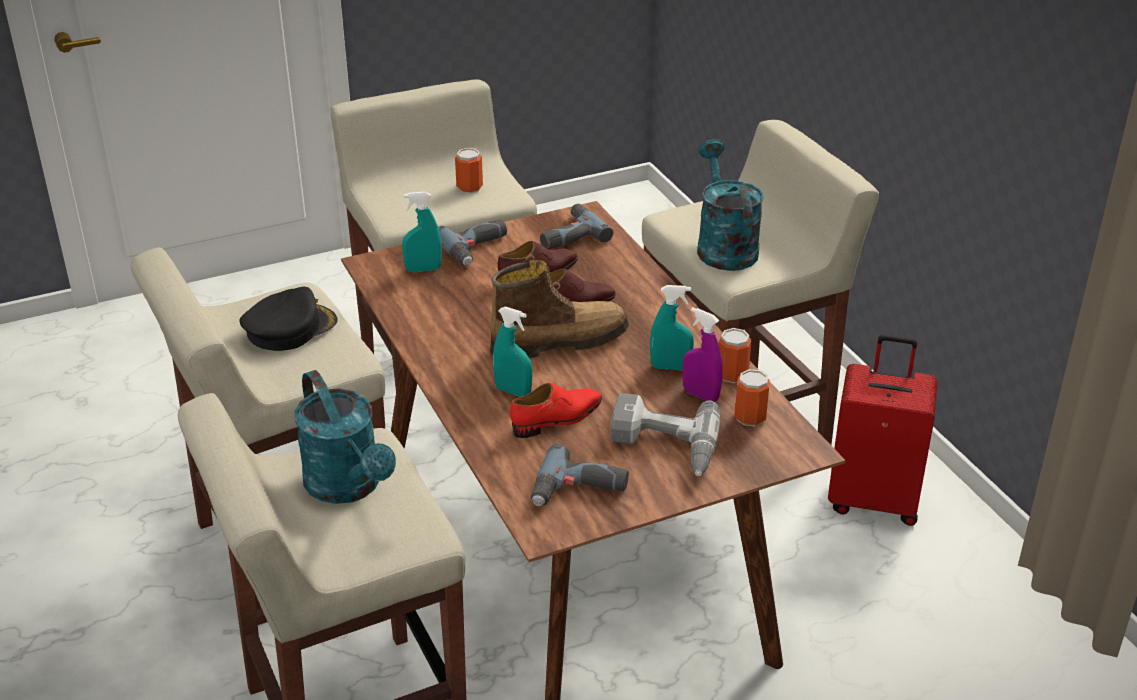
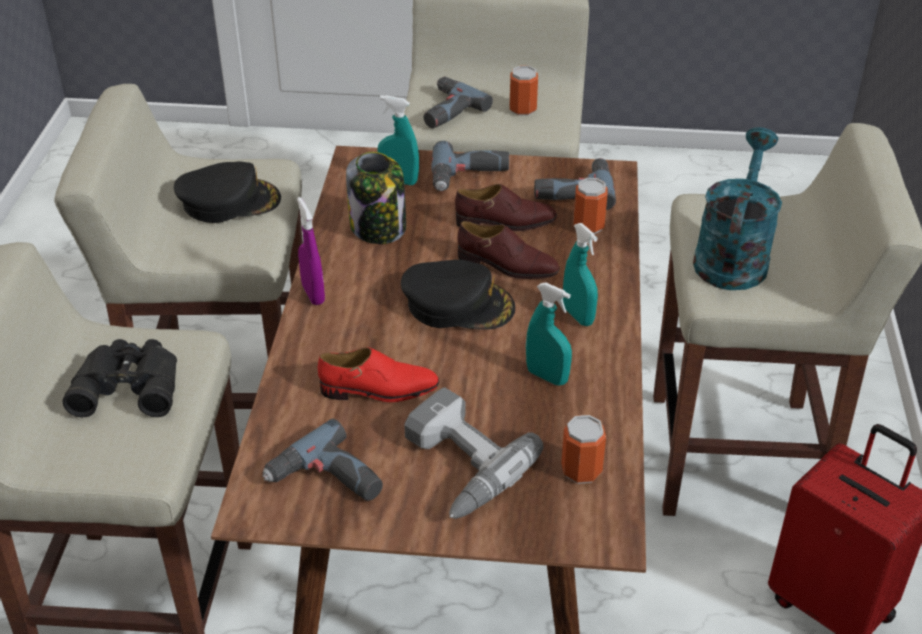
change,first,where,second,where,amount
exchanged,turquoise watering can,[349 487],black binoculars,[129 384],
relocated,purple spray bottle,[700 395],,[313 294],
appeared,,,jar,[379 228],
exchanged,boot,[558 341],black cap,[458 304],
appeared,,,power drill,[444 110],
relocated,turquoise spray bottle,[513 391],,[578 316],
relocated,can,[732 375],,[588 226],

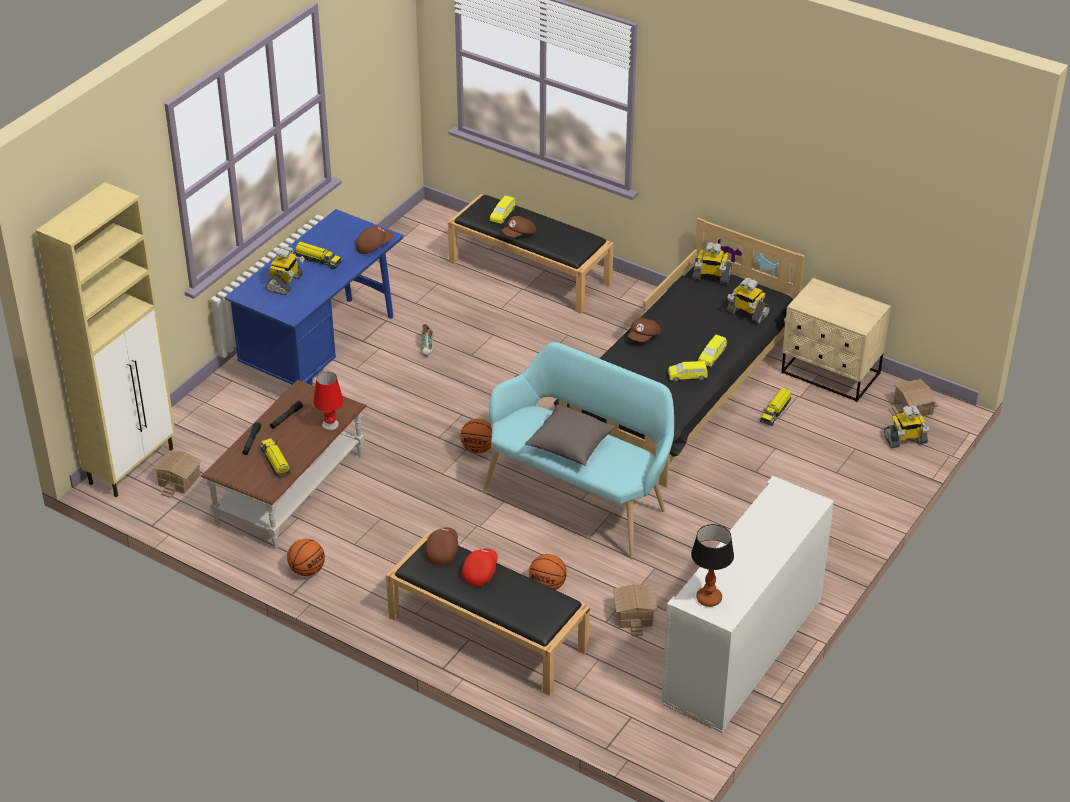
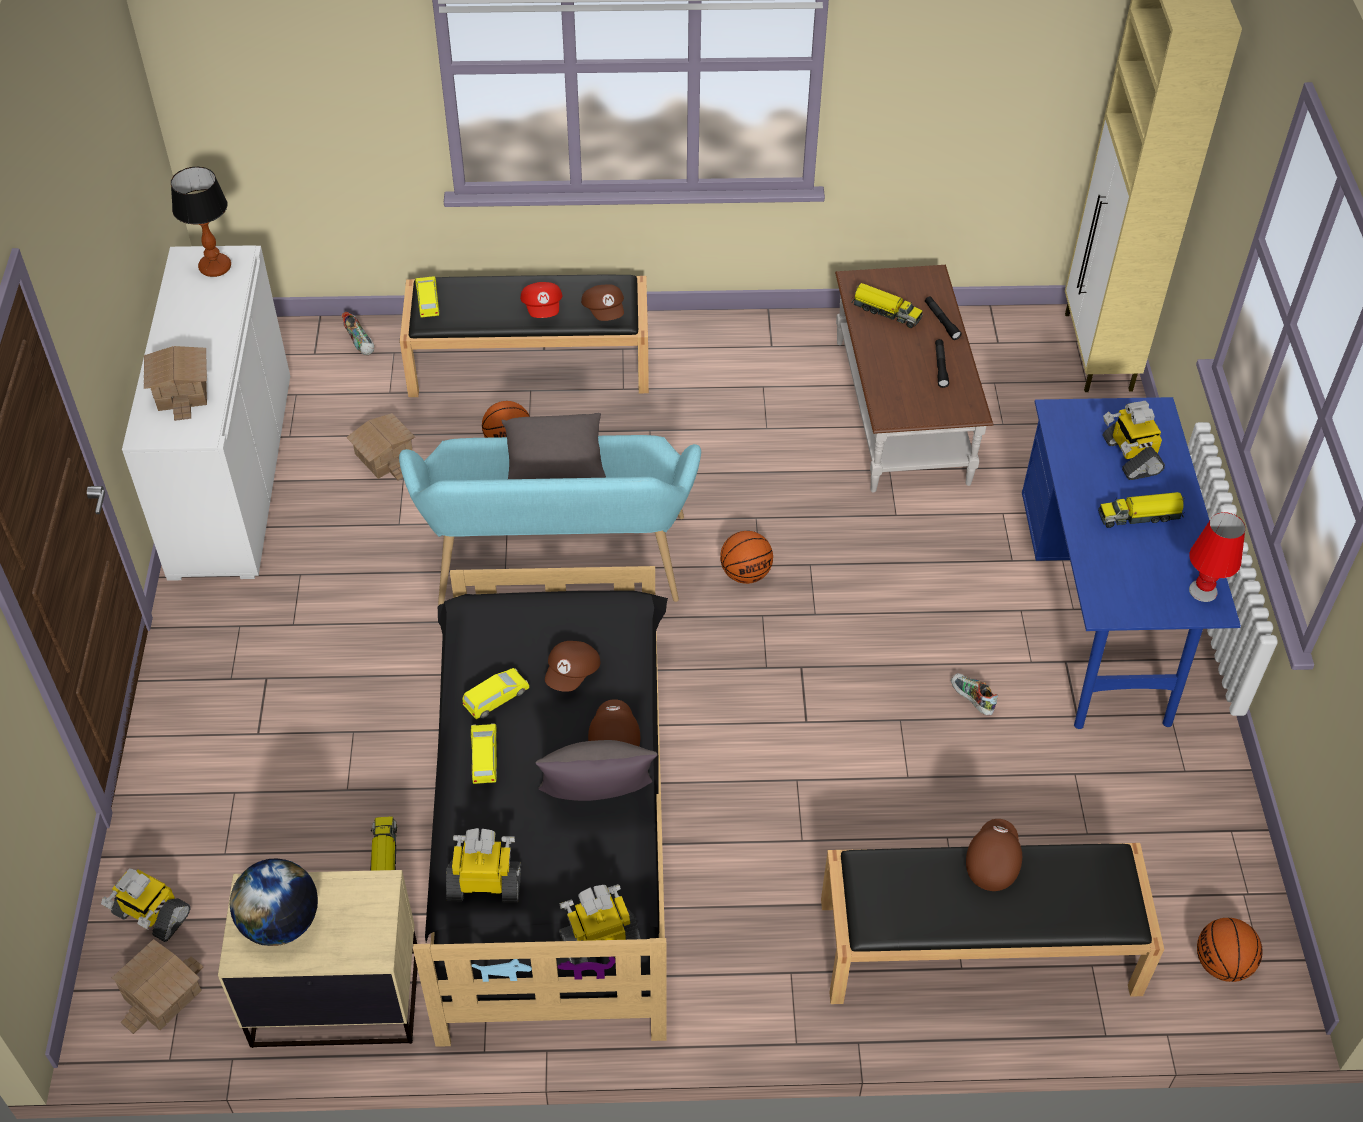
change,first,where,second,where,amount
spun,toy robot,[905 440],,[151 914],105 degrees counterclockwise
relocated,toy house,[178 480],,[183 391],
appeared,,,globe,[281 923],
appeared,,,shoe,[360 342],
relocated,yellow toy car,[502 215],,[428 302],
appeared,,,grey pillow,[598 801],
relocated,brown cap,[373 246],,[573 673],
relocated,red table lamp,[330 424],,[1203 591],
relocated,basketball,[307 570],,[1222 964],

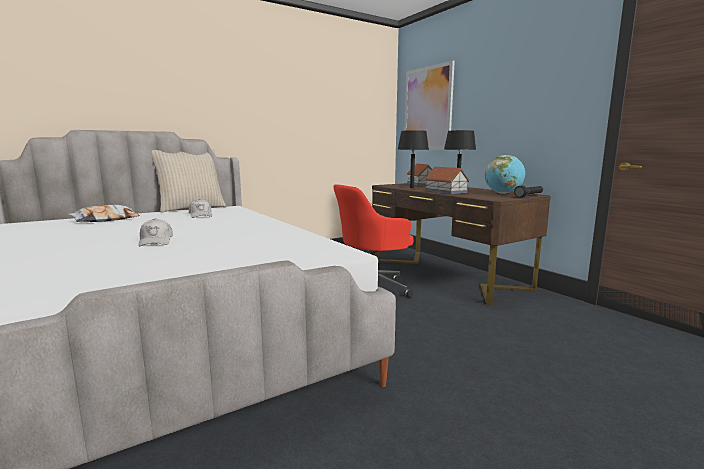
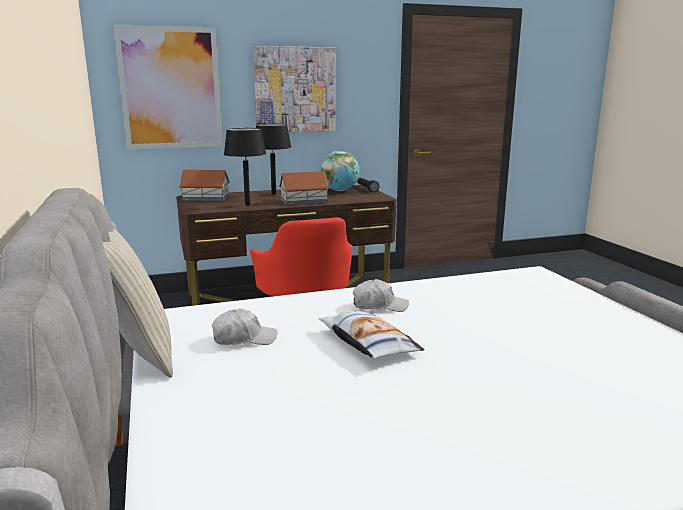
change,first,where,second,where,amount
appeared,,,picture,[295 90],
relocated,pillow,[106 220],,[368 343],
relocated,white cap,[156 241],,[379 305],

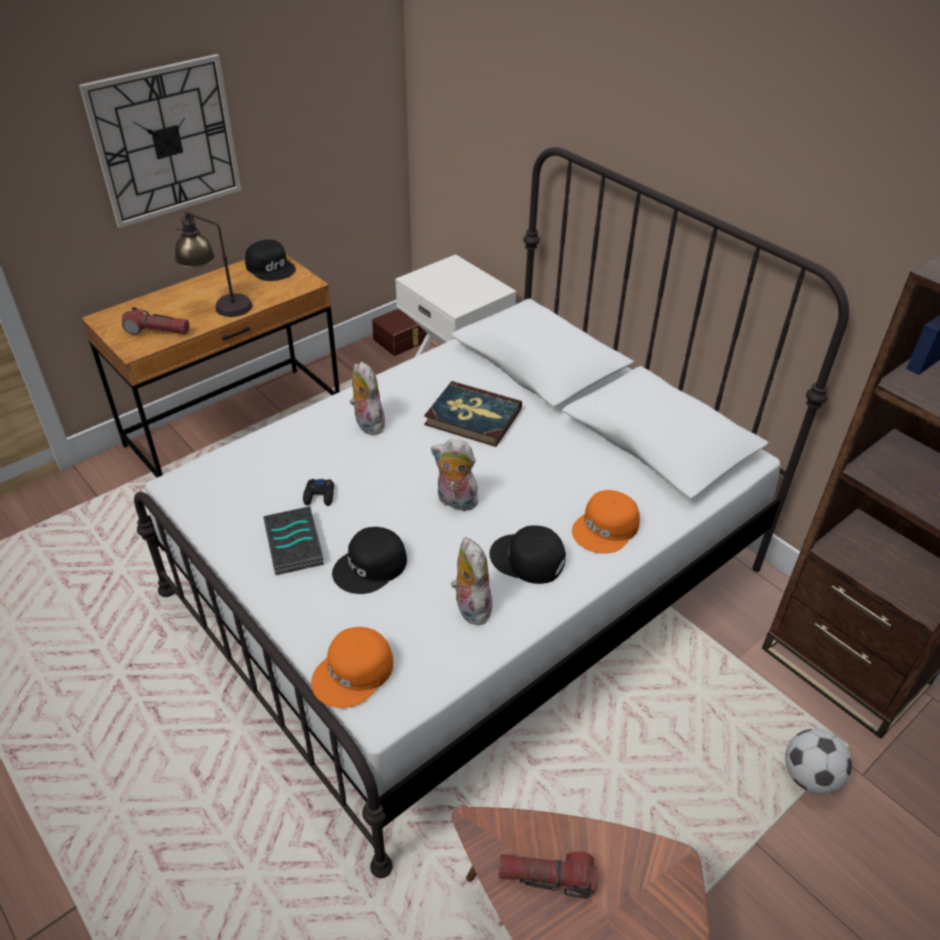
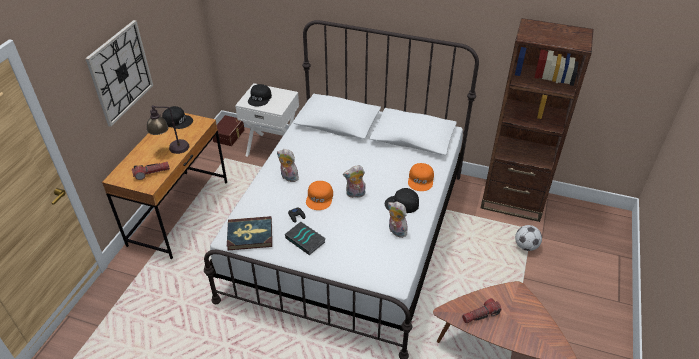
change,first,where,second,where,amount
relocated,book,[473 417],,[250 235],
relocated,black cap,[371 567],,[260 98],
relocated,orange cap,[354 673],,[320 198],

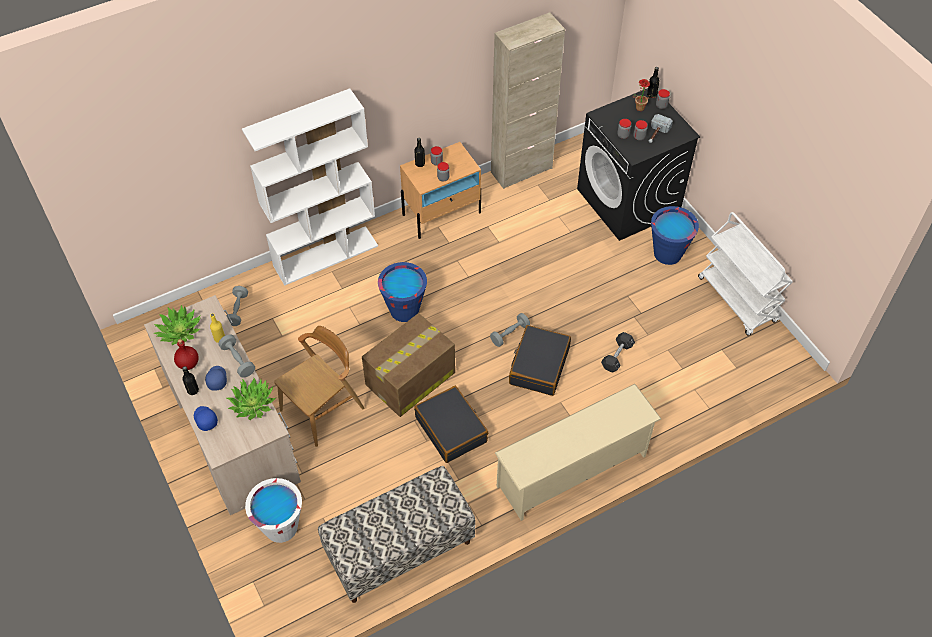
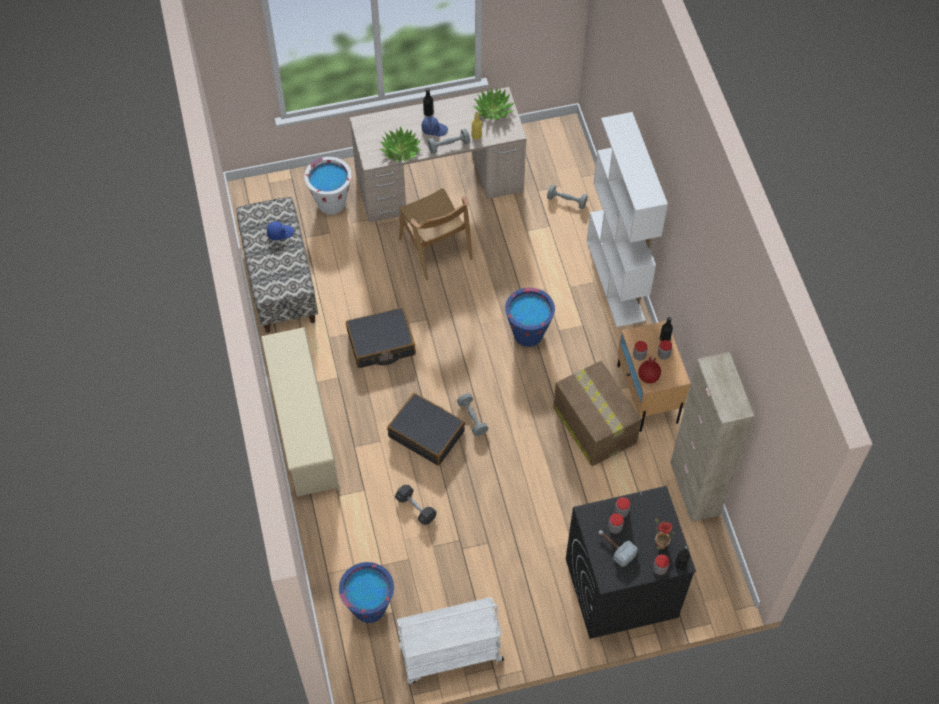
change,first,where,second,where,amount
relocated,blue cap,[205 419],,[280 232],
relocated,blue bucket,[667 253],,[369 607],
relocated,cardboard box,[409 379],,[593 424],
relocated,red bottle,[188 363],,[648 376],

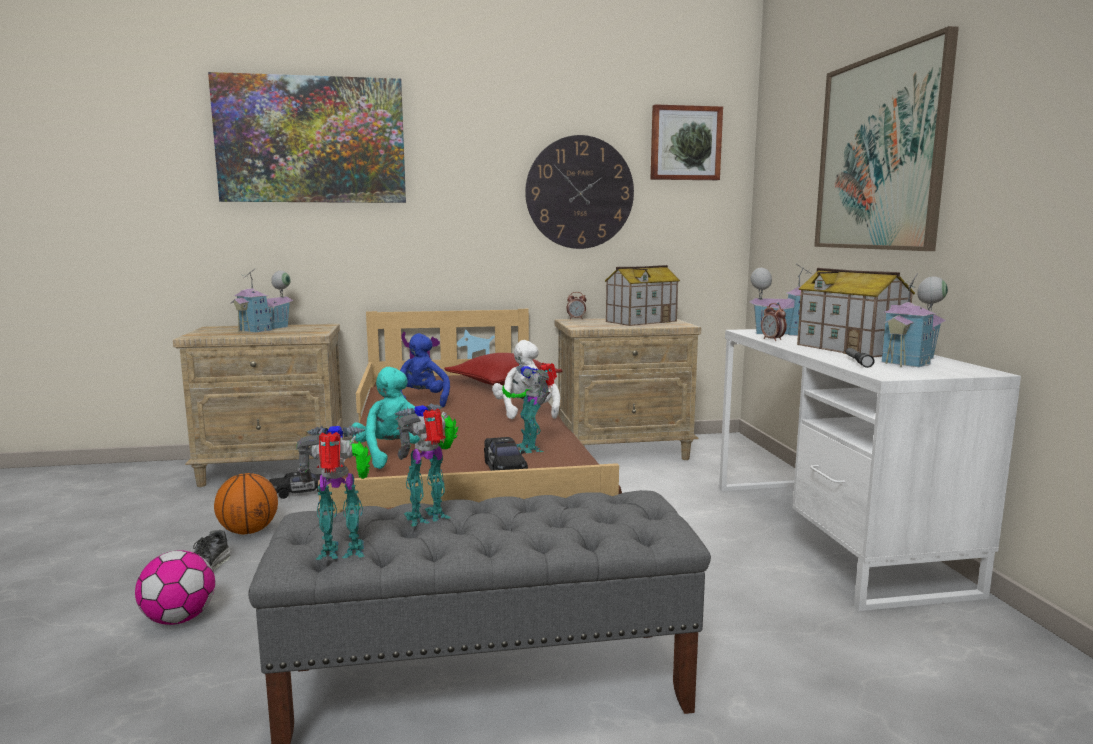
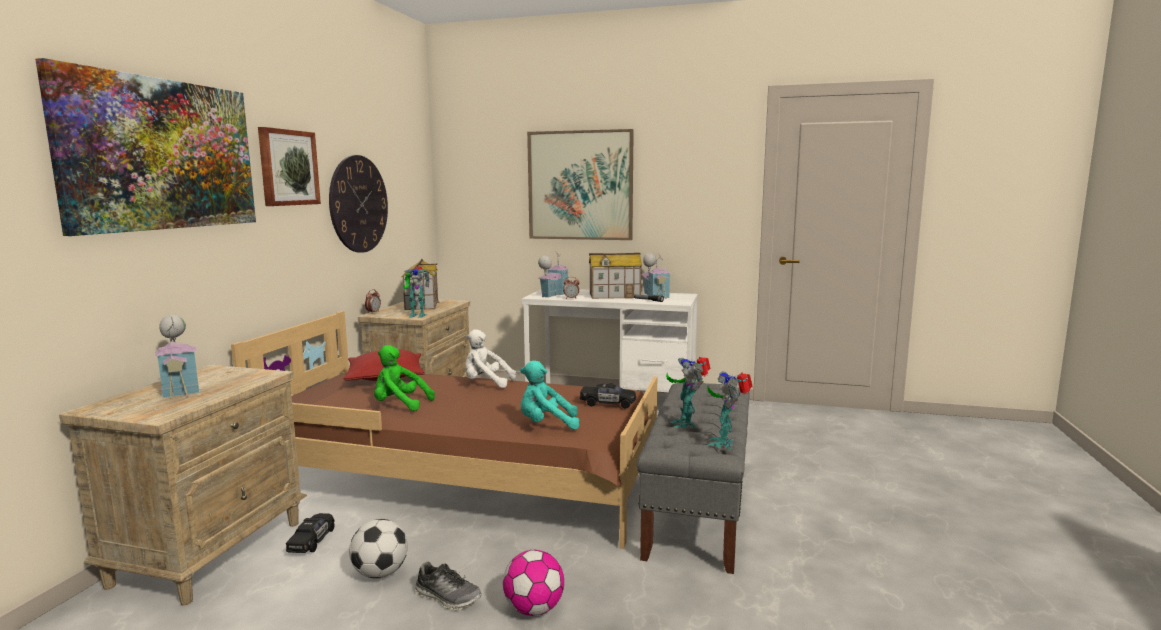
change,first,where,second,where,amount
relocated,picture,[685 143],,[288 167],
exchanged,basketball,[249 531],football,[380 573],
colour,blue plush toy,[420 401],green plush toy,[399 405],
relocated,toy robot,[529 448],,[417 315],

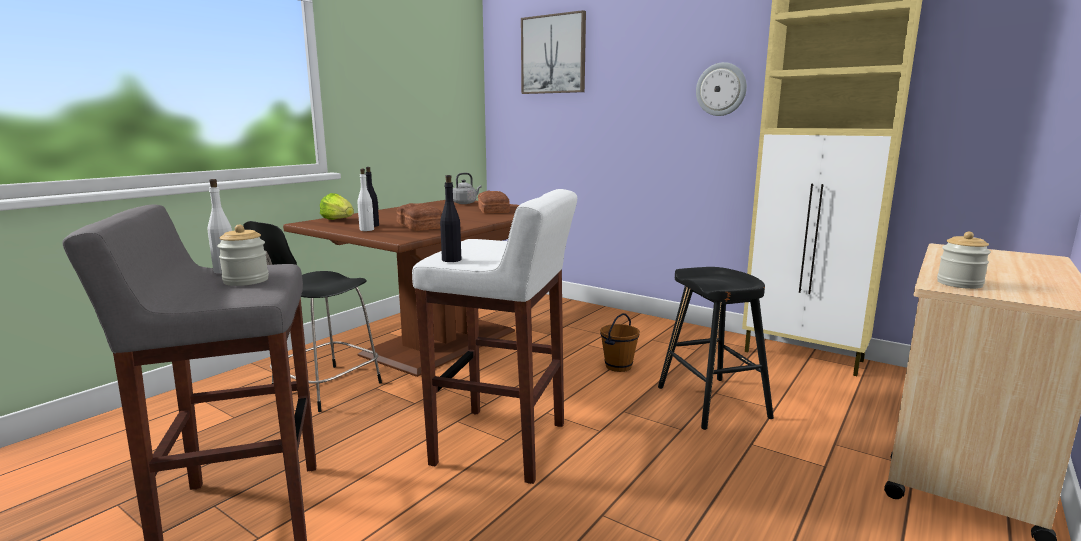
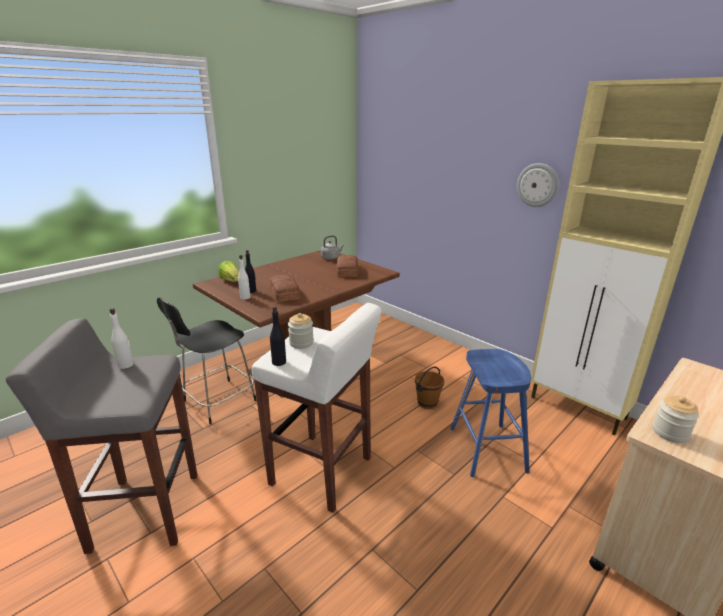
change,first,where,second,where,amount
relocated,jar,[246 281],,[301 343],
colour,black stool,[712 402],blue stool,[487 449],
missing,picture,[553 54],,,

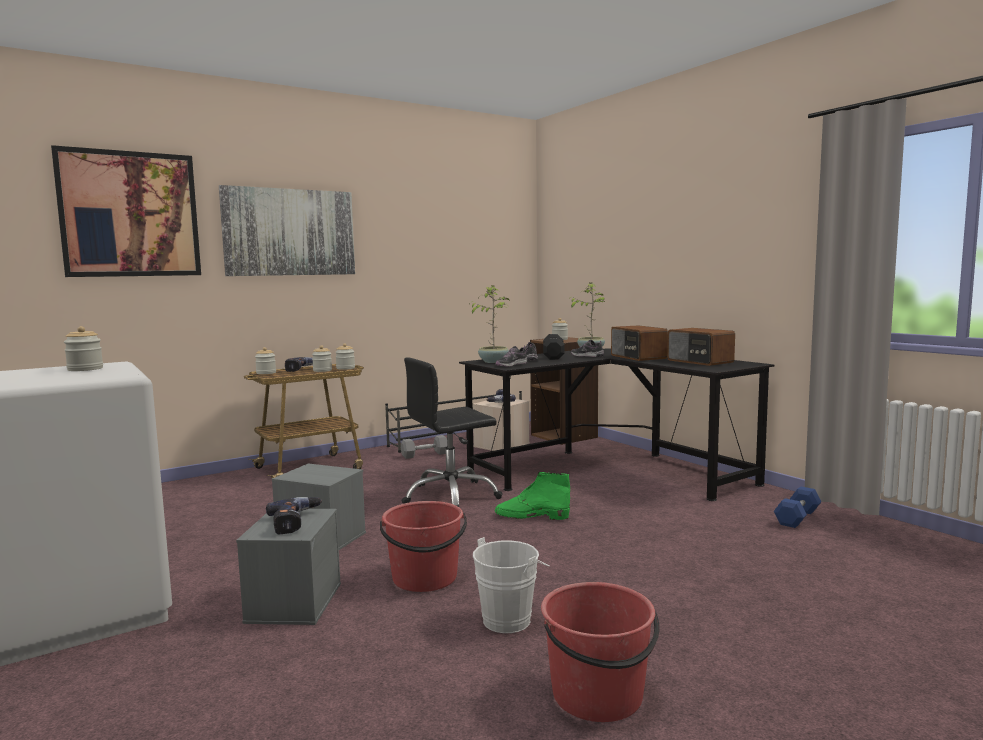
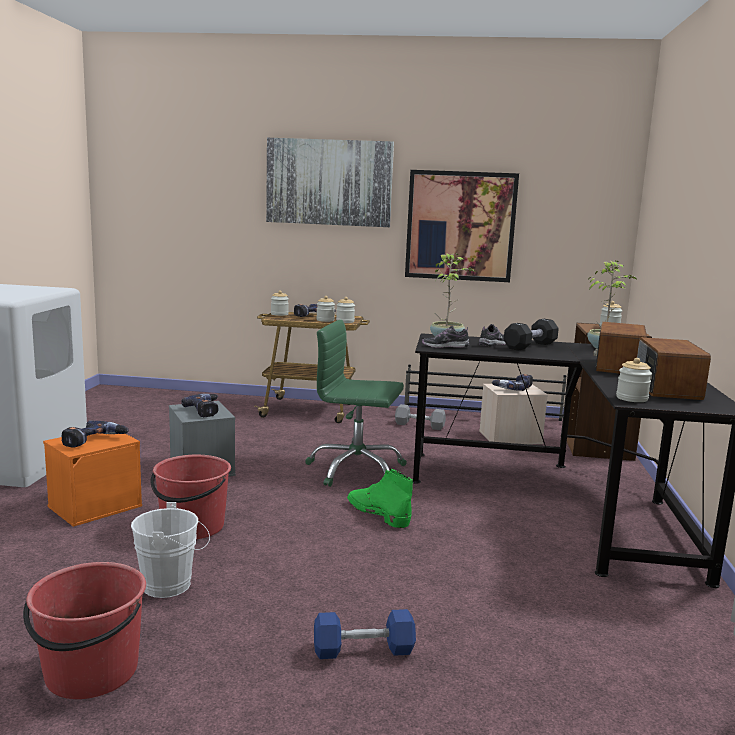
change,first,where,second,where,amount
colour,grey storage box,[293 602],orange storage box,[95 505],
appeared,,,power drill,[206 411],
colour,black office chair,[451 496],green office chair,[356 470],
relocated,blue dumbbell,[797 517],,[363 650],
relocated,picture,[130 214],,[460 226],
relocated,jar,[85 369],,[632 398],
missing,shoe,[587 356],,,

